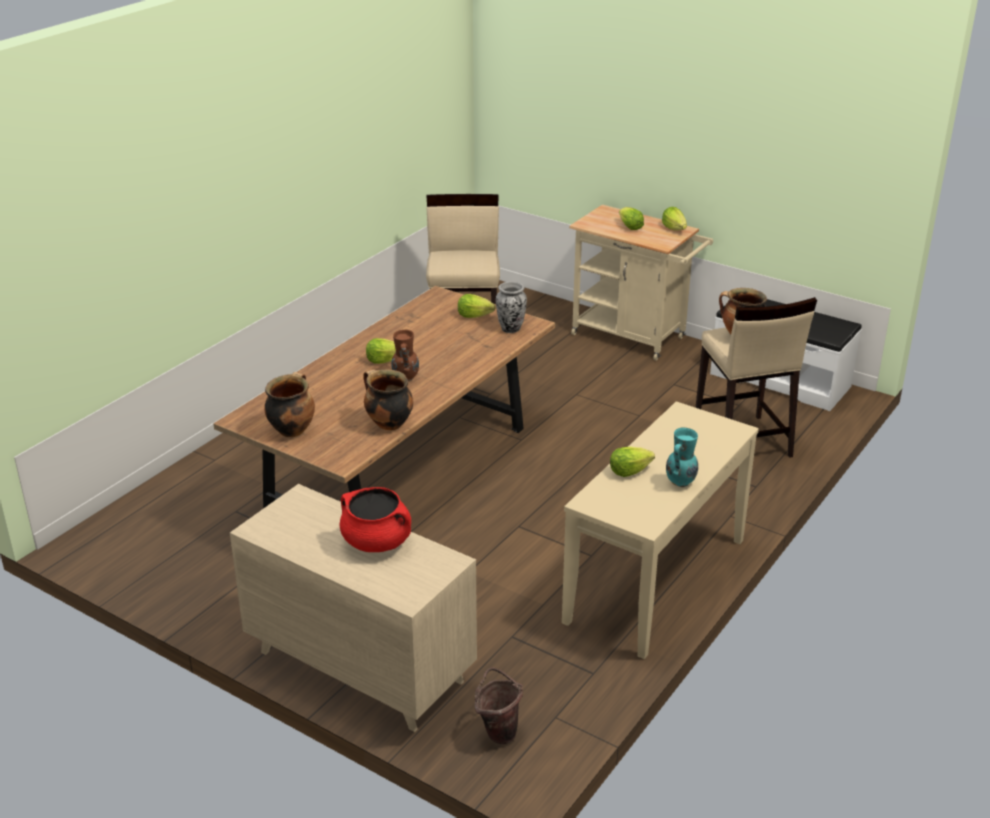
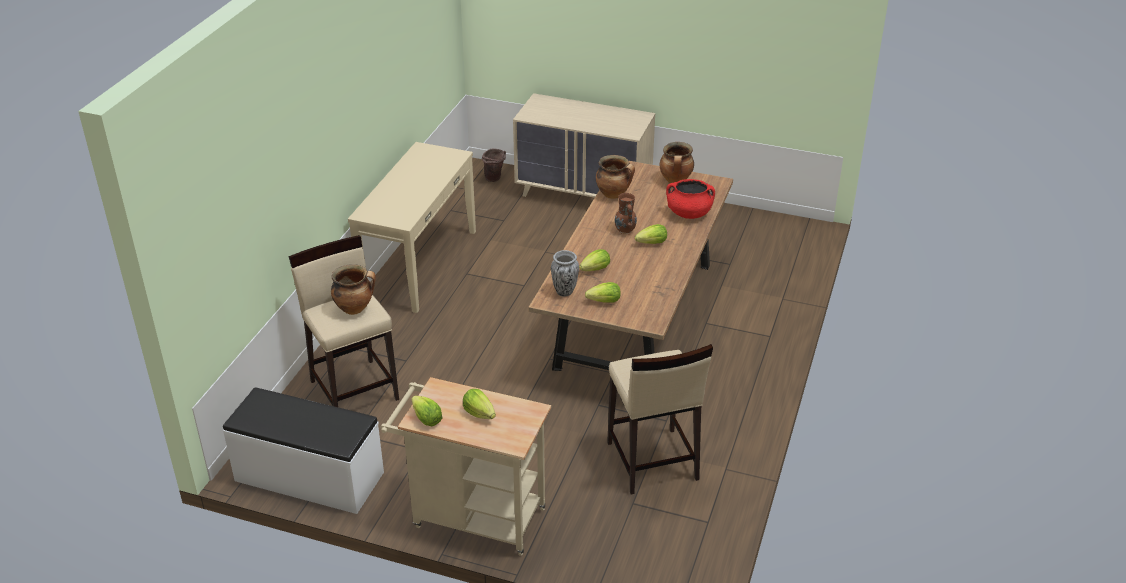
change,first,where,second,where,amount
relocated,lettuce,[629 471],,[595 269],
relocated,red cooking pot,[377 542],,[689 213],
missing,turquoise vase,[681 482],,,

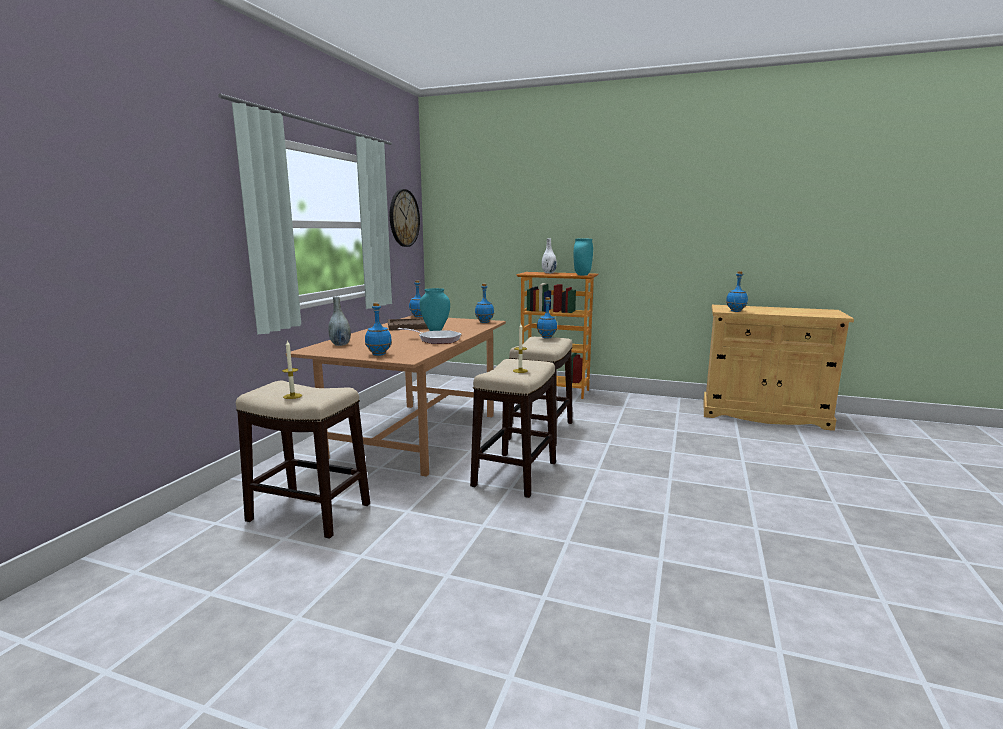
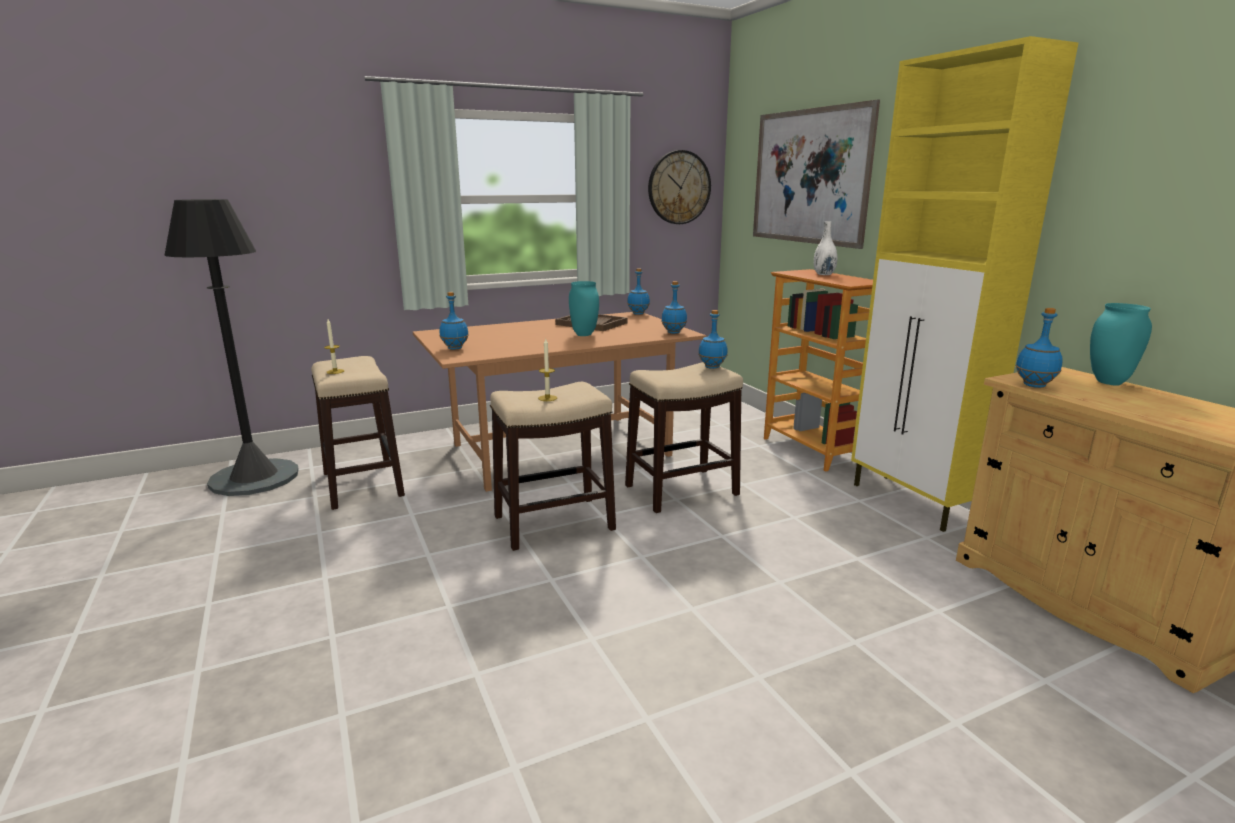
change,first,where,second,where,amount
appeared,,,black floor lamp,[254 478],
appeared,,,picture,[809 177],
appeared,,,yellow cabinet,[913 503],
relocated,turquoise vase,[582 275],,[1109 382],
missing,grey vase,[340 344],,,
missing,frying pan,[436 340],,,

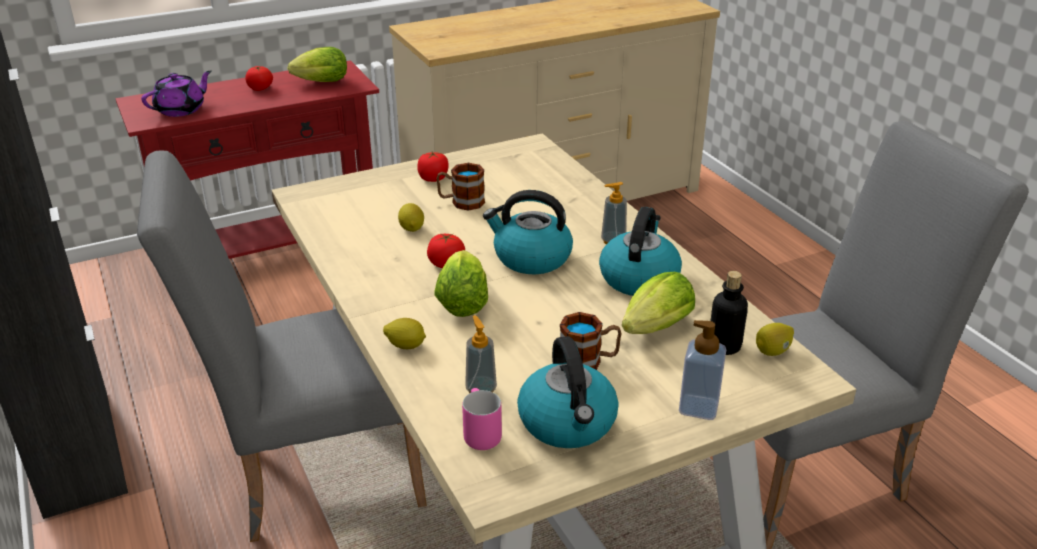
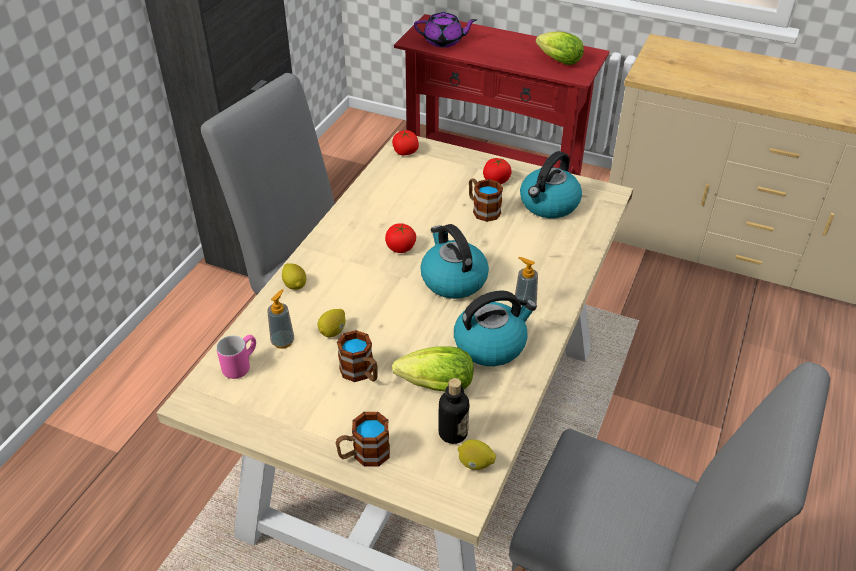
change,first,where,second,where,amount
relocated,lemon,[412 228],,[333 331],
exchanged,soap dispenser,[698 407],mug,[364 454],
relocated,tomato,[260 88],,[405 152],
relocated,kettle,[568 423],,[549 204],
missing,lettuce,[462 301],,,

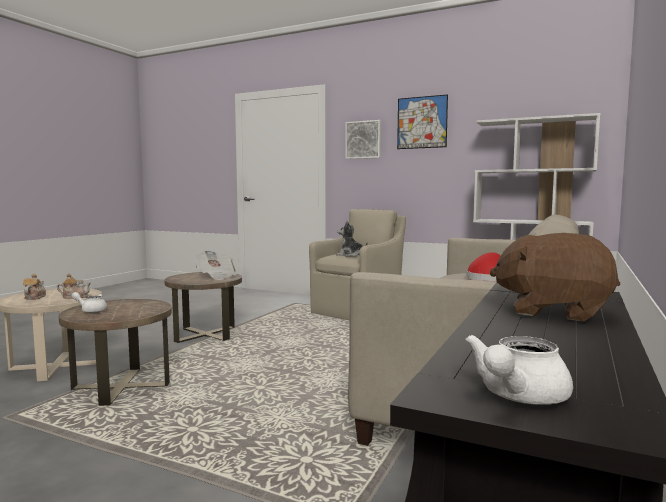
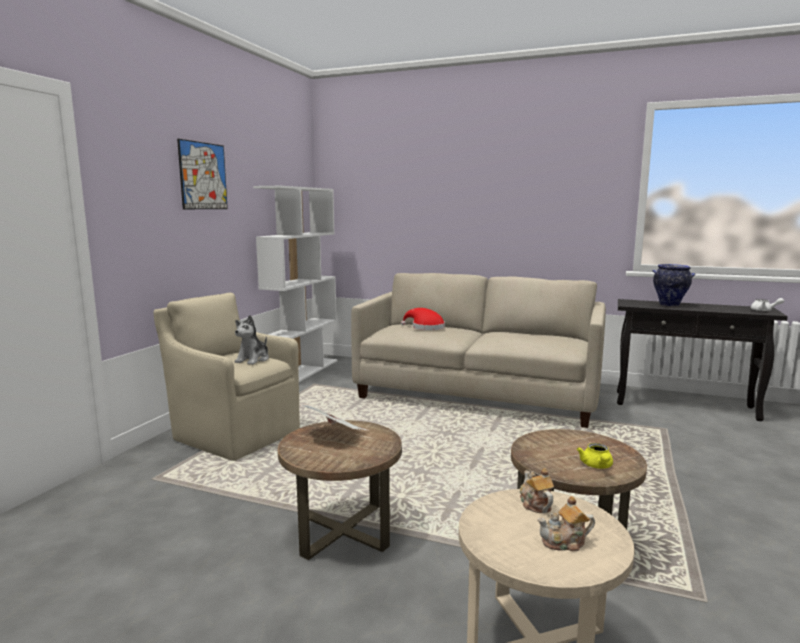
change,first,where,second,where,amount
colour,white teapot,[91 310],yellow teapot,[597 466],
exchanged,brown plush toy,[553 311],vase,[670 305],
missing,picture,[363 140],,,

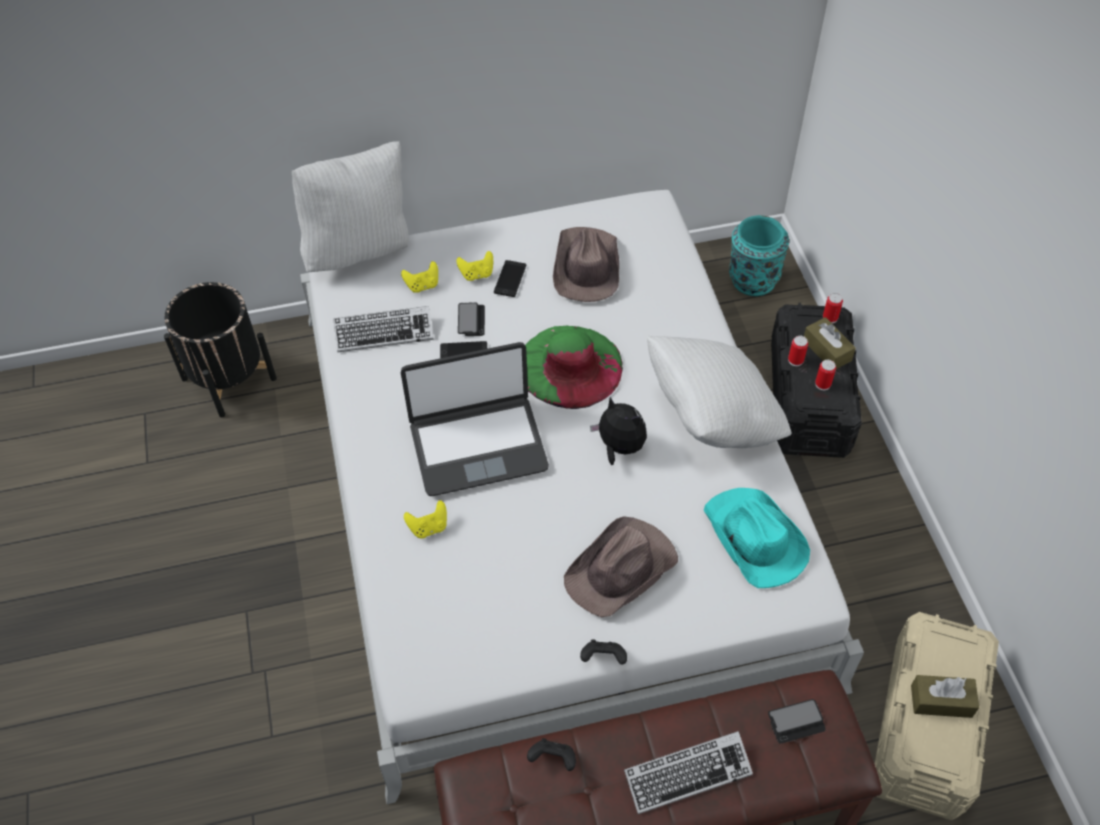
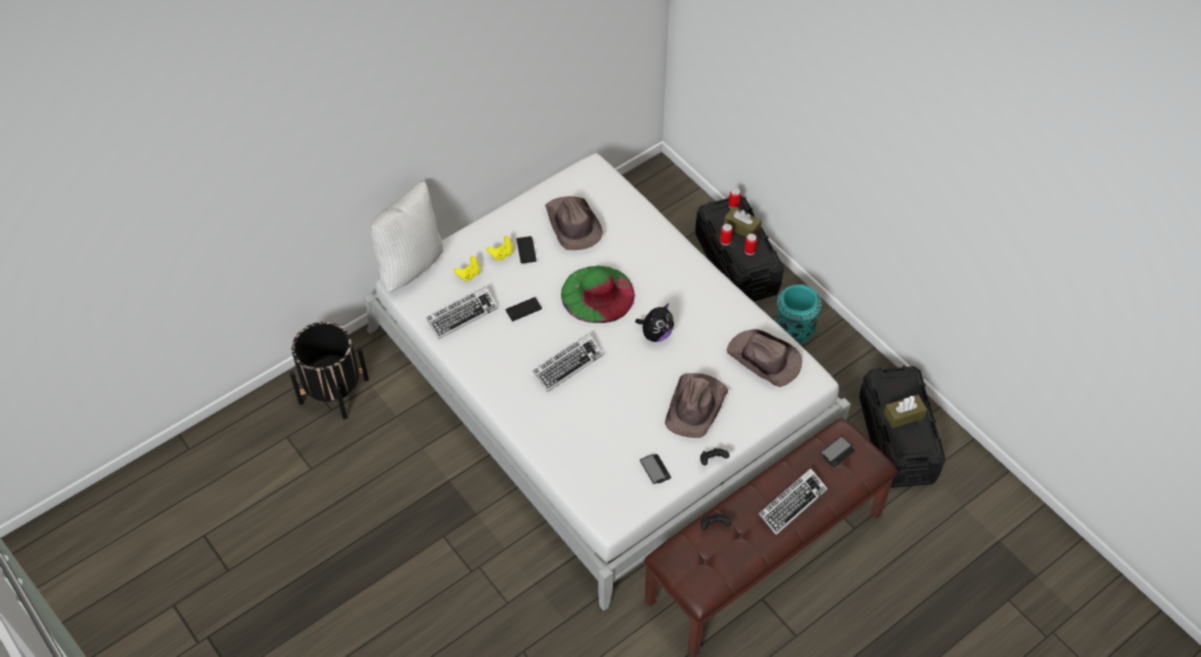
change,first,where,second,where,amount
exchanged,laptop,[478 445],keyboard,[568 365],
spun,plush toy,[619 447],,[656 334],120 degrees clockwise
relocated,phone,[471 320],,[655 469],
colour,turquoise hat,[754 539],brown hat,[764 360],
relocated,turquoise vase,[752 280],,[793 331],
colour,beige storage box,[926 727],black storage box,[897 438],
missing,yellow game controller,[428 527],,,
missing,white pillow,[712 418],,,

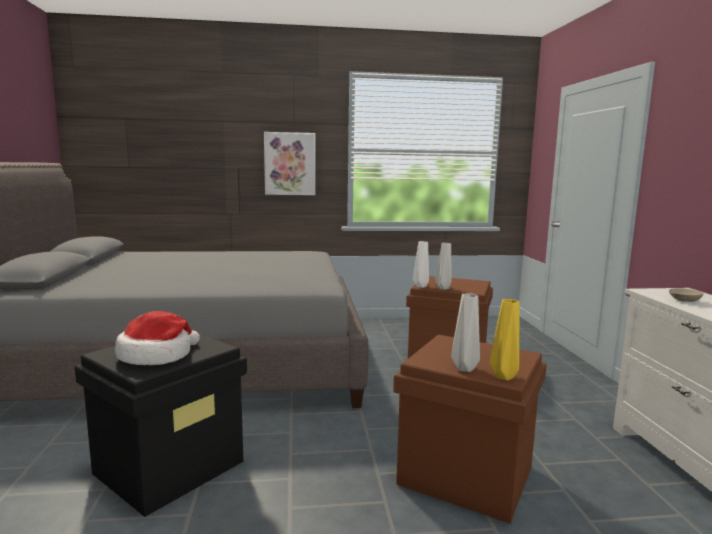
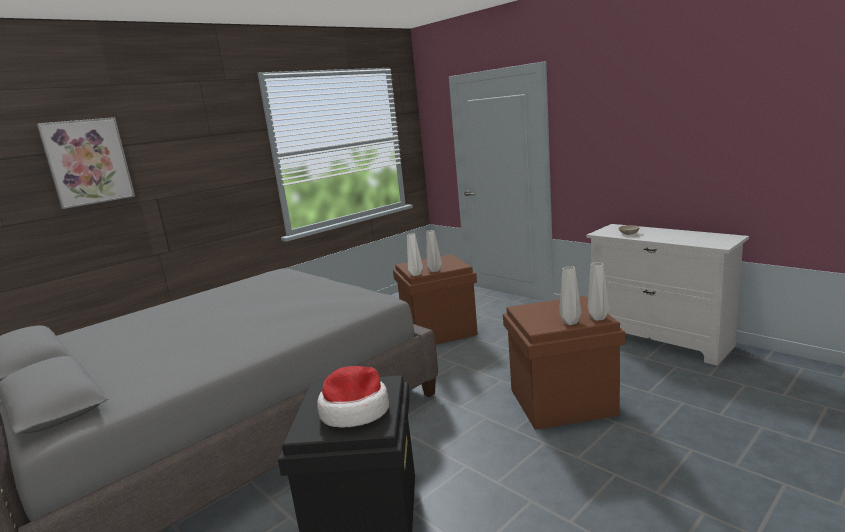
change,first,where,second,where,amount
relocated,picture,[290 164],,[88 162],
colour,yellow vase,[505 377],grey vase,[598 318],

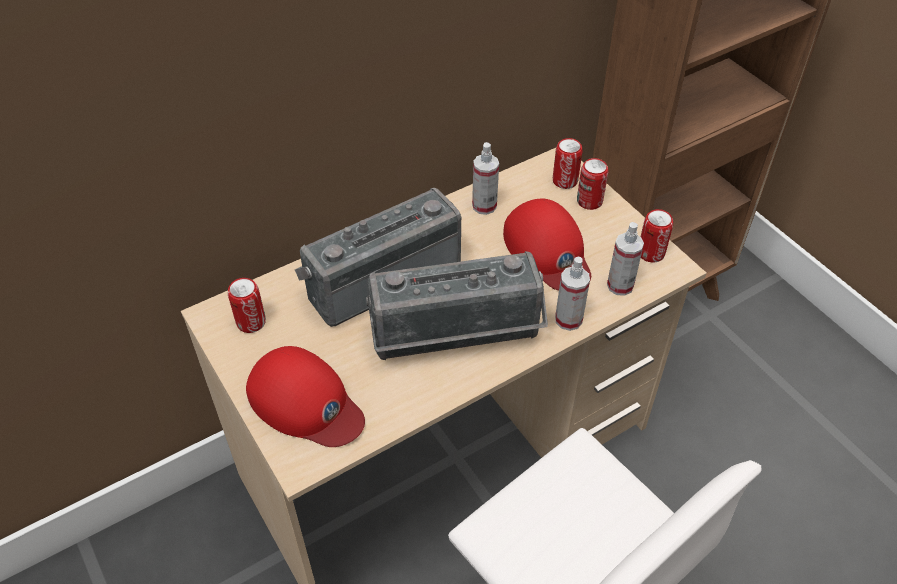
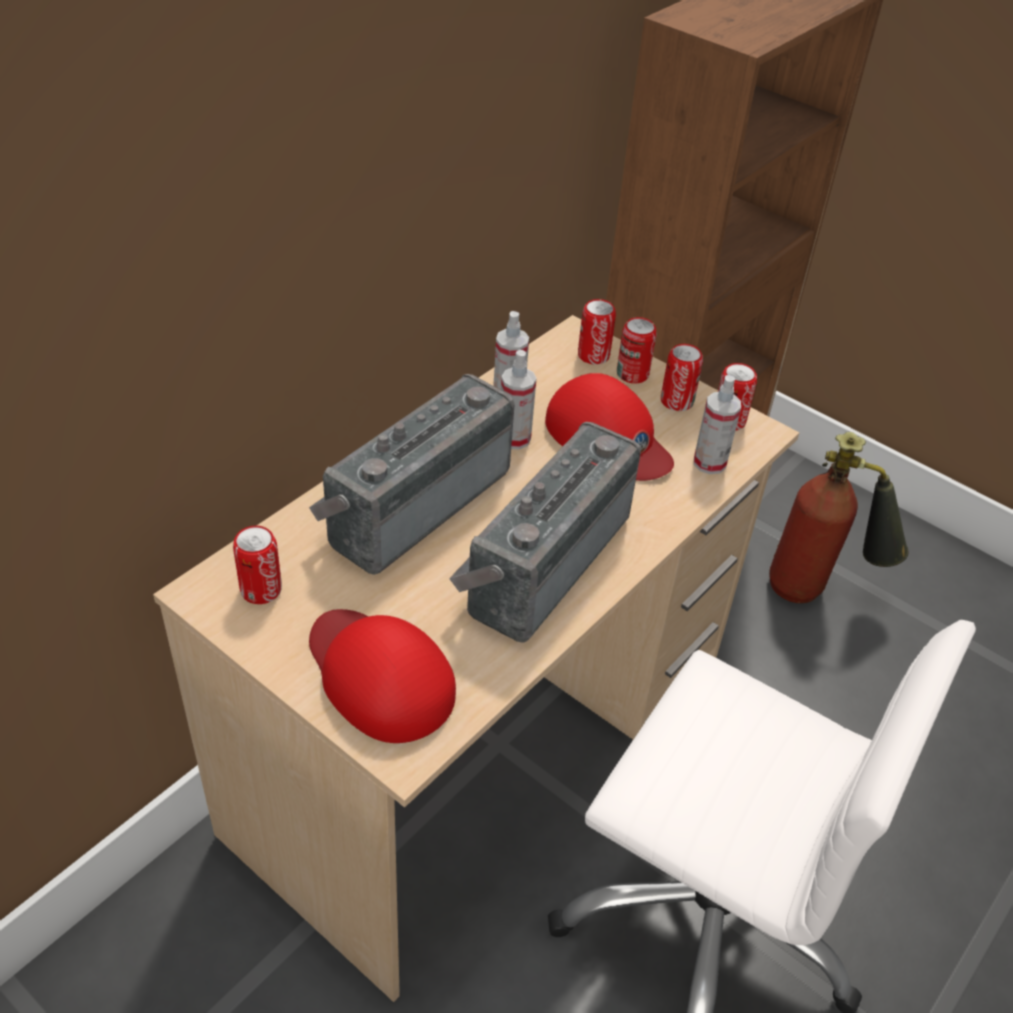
change,first,where,second,where,amount
spun,red cap,[306 403],,[379 676],150 degrees counterclockwise
spun,radio,[456 339],,[541 560],150 degrees clockwise
relocated,spray bottle,[568 319],,[514 438],
appeared,,,can,[676 401],
appeared,,,fire extinguisher,[818 591],

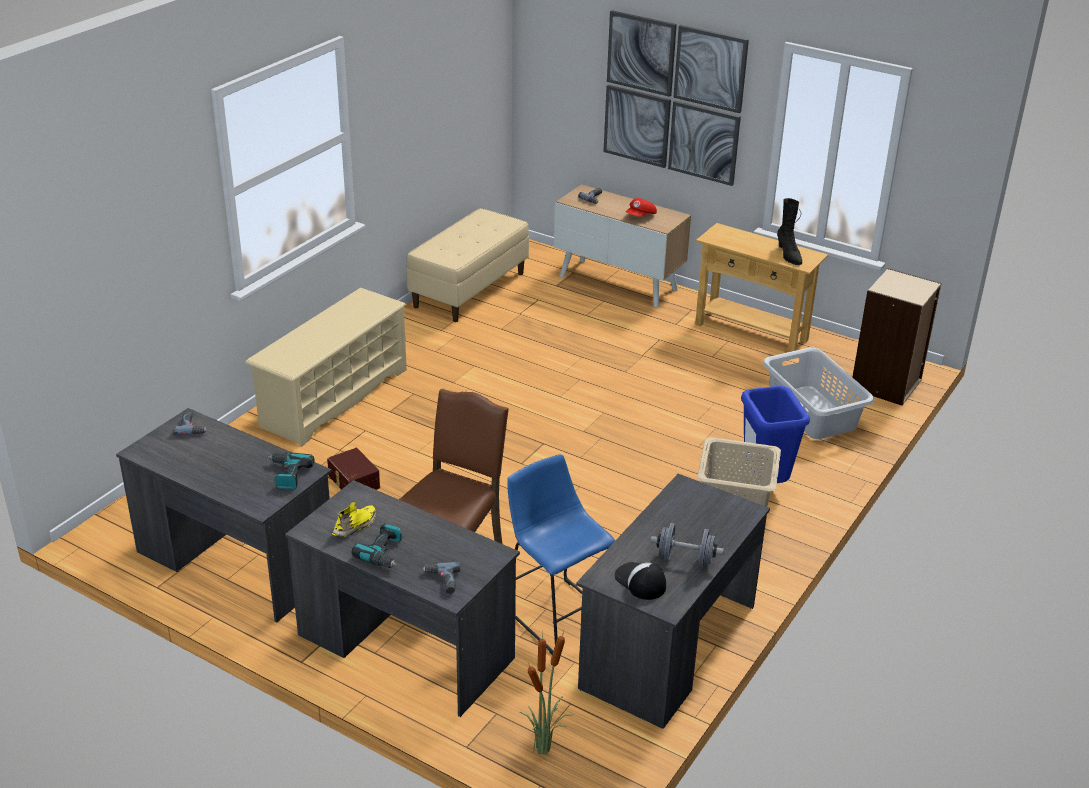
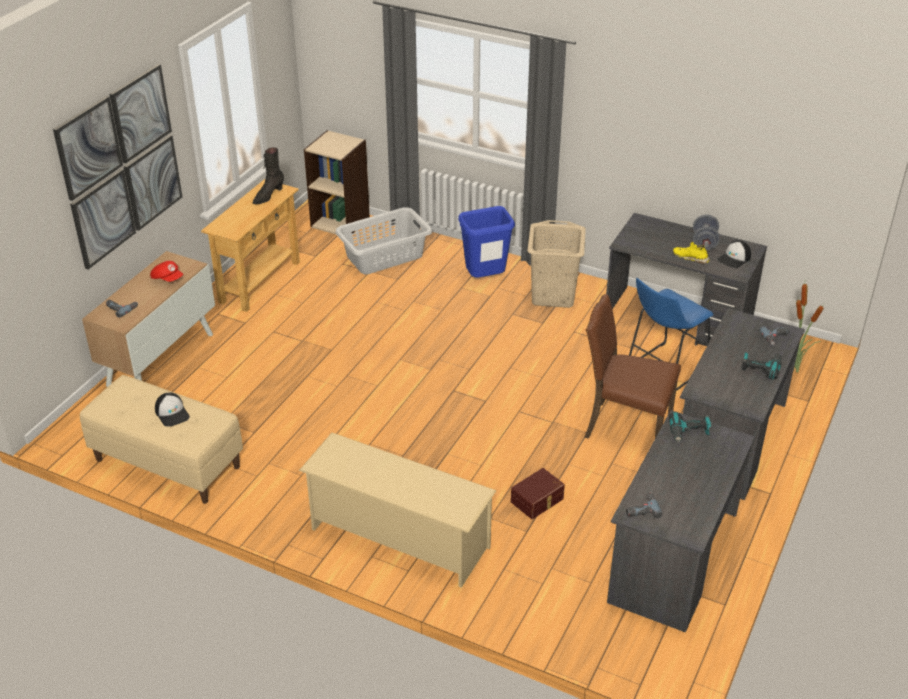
change,first,where,second,where,amount
appeared,,,cap,[172 413],
spun,black boot,[788 255],,[268 196],150 degrees clockwise
relocated,yellow shoe,[356 526],,[690 258],

